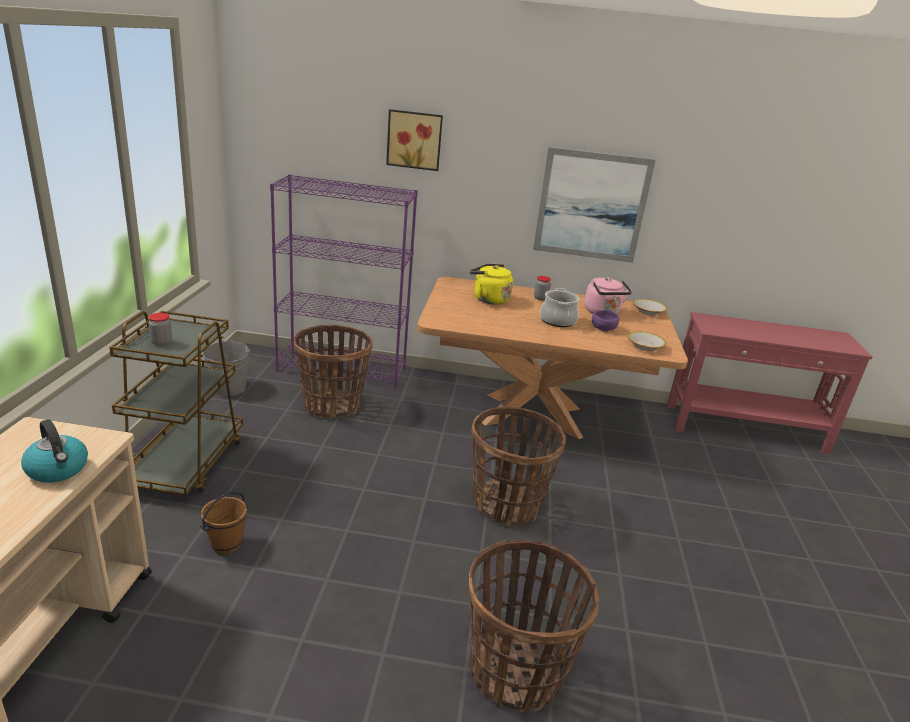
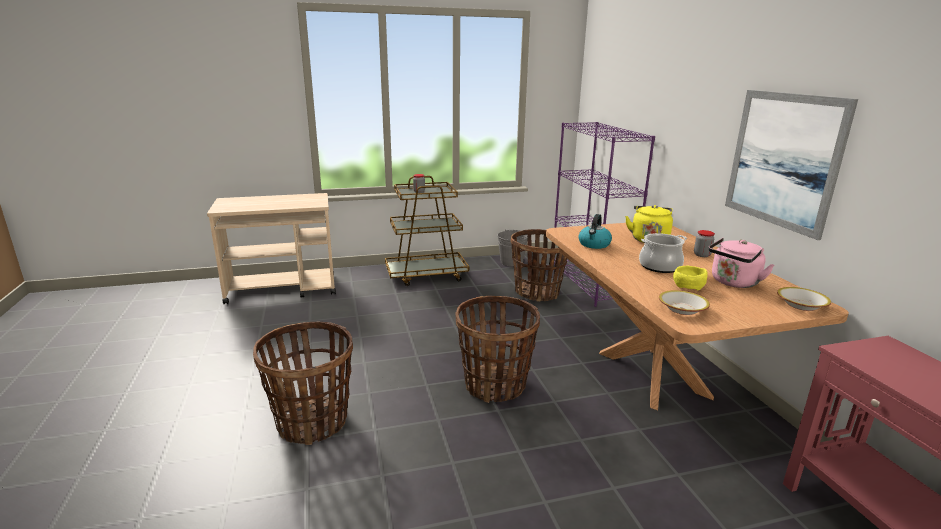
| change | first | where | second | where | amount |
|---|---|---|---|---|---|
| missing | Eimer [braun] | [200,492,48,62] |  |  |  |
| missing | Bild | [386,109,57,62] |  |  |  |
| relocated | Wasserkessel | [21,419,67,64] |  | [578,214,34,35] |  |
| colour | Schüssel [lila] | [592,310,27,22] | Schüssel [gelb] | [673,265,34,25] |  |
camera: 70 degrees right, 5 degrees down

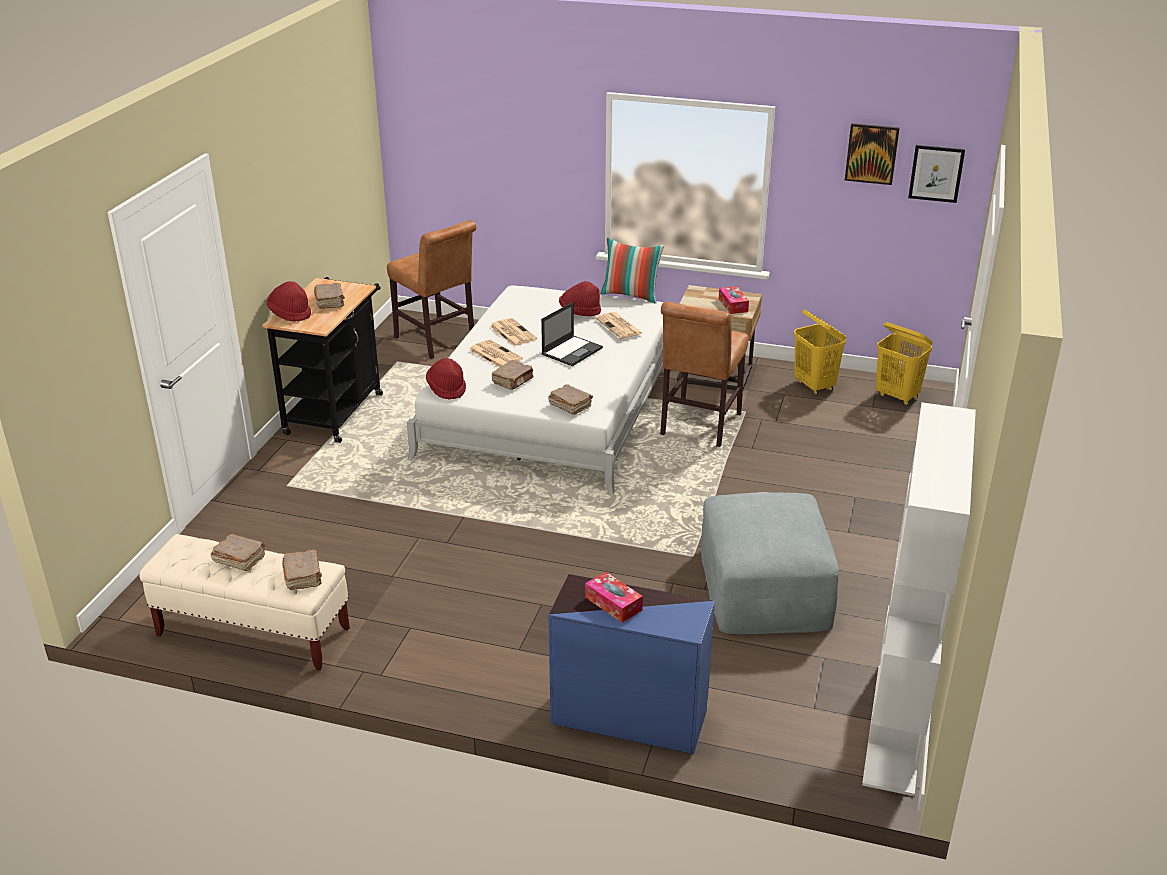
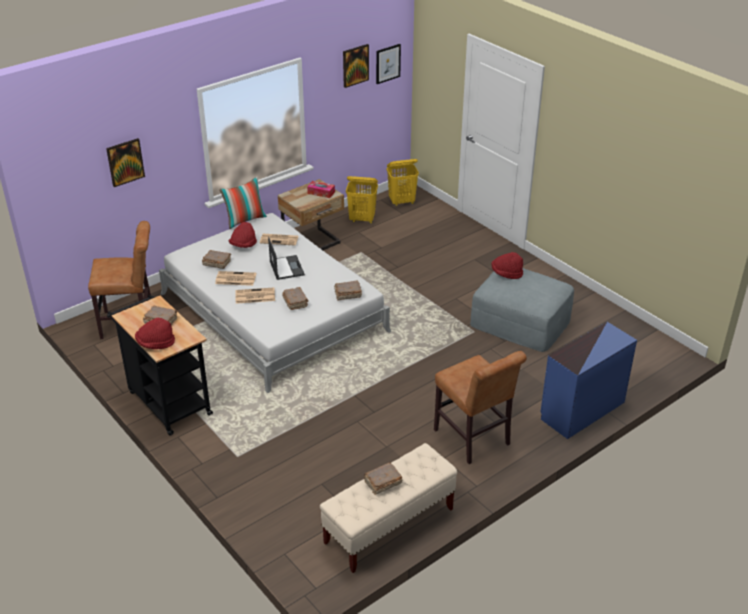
| change | first | where | second | where | amount |
|---|---|---|---|---|---|
| missing | Taschentuchbox | [585,572,58,51] |  |  |  |
| missing | Bücherregal [weiß] | [862,402,114,394] |  |  |  |
| appeared |  |  | Bild | [106,138,39,49] |  |
| relocated | Buch [braun] | [282,549,40,41] |  | [202,250,29,19] |  |
| relocated | Hut [rot] | [426,358,40,42] |  | [492,252,31,27] |  |
| relocated | Stuhl [braun] | [660,302,89,145] |  | [434,351,93,113] |  |
camera: 55 degrees left, 5 degrees up

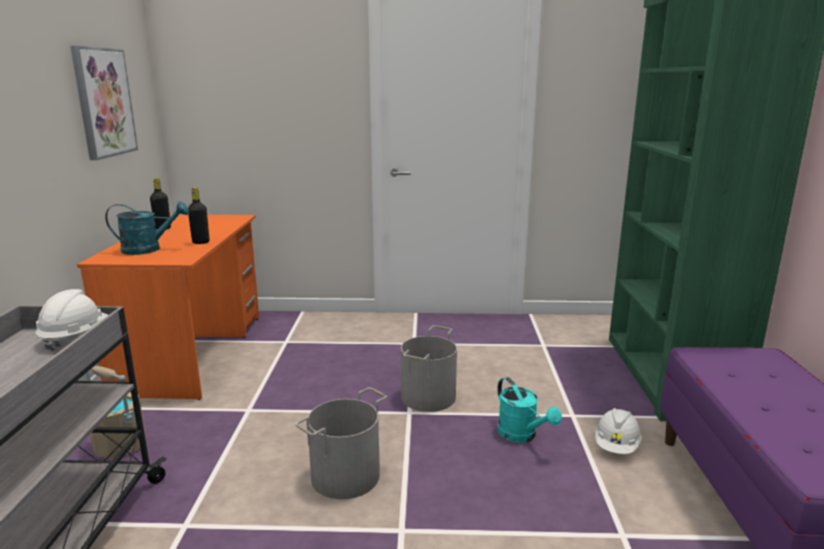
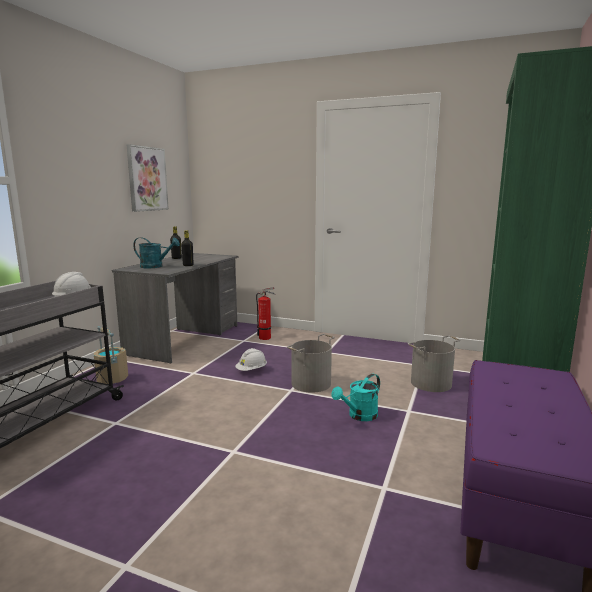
| change | first | where | second | where | amount |
|---|---|---|---|---|---|
| appeared |  |  | Feuerlöscher | [256,287,20,53] |  |
| relocated | Eimer [grau] | [295,387,92,112] |  | [408,335,53,57] |  |
| relocated | Schutzhelm [weiß] | [595,408,46,46] |  | [235,348,32,23] |  |
| colour | Schreibtisch [orange] | [77,214,182,186] | Schreibtisch [grau] | [112,253,126,111] |  |
| spun | Gießkanne [türkis] | [497,377,65,66] |  | [331,374,49,47] | 60 degrees clockwise |
camera: 20 degrees right, 5 degrees down

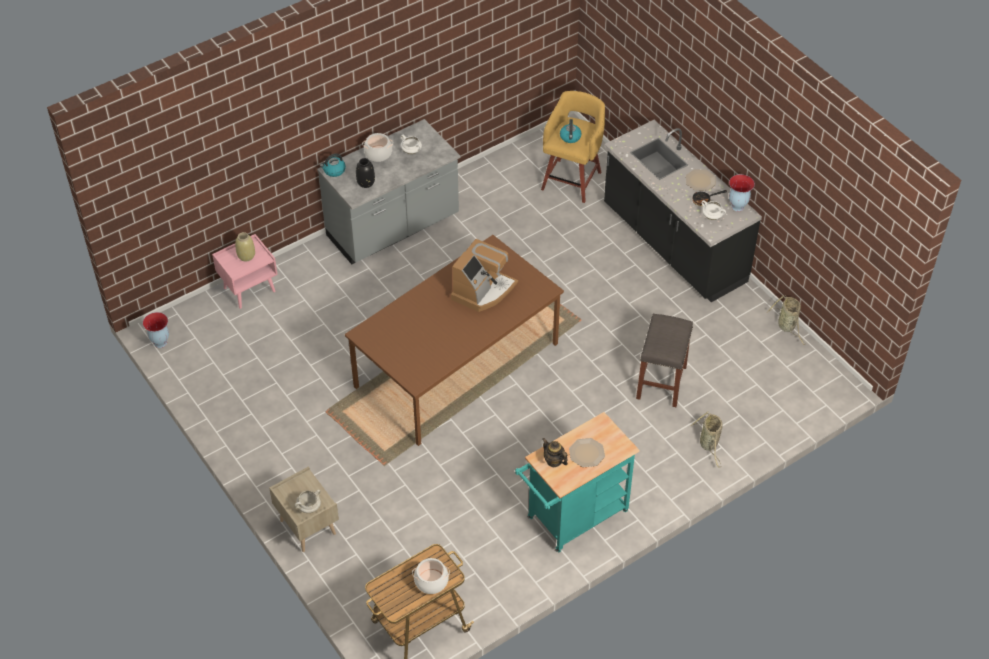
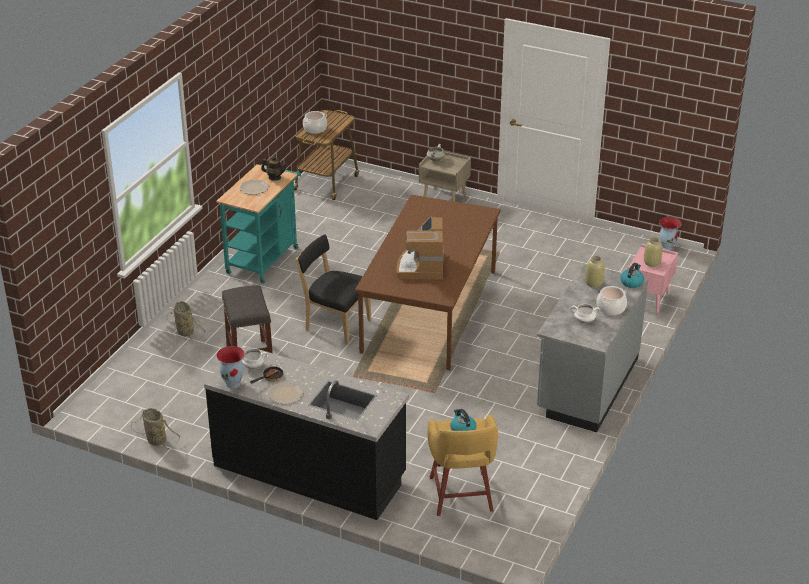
| change | first | where | second | where | amount |
|---|---|---|---|---|---|
| appeared |  |  | Stuhl [schwarz] | [296,234,75,111] |  |
| colour | Vase [schwarz] | [356,158,19,30] | Vase [beige] | [585,256,20,32] |  |
camera: 150 degrees right, 15 degrees down

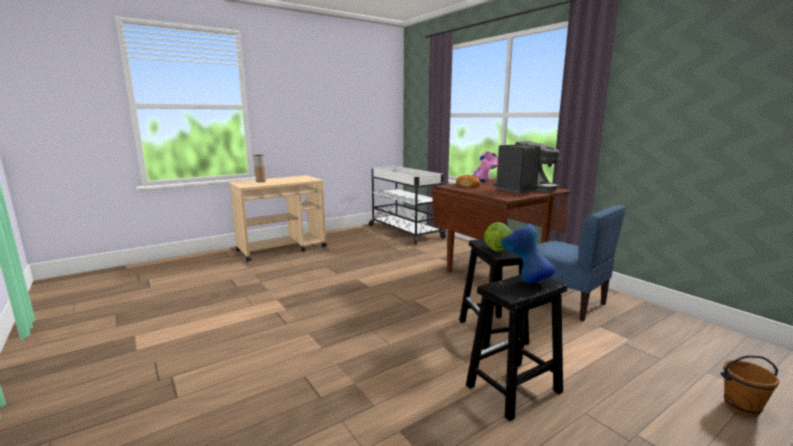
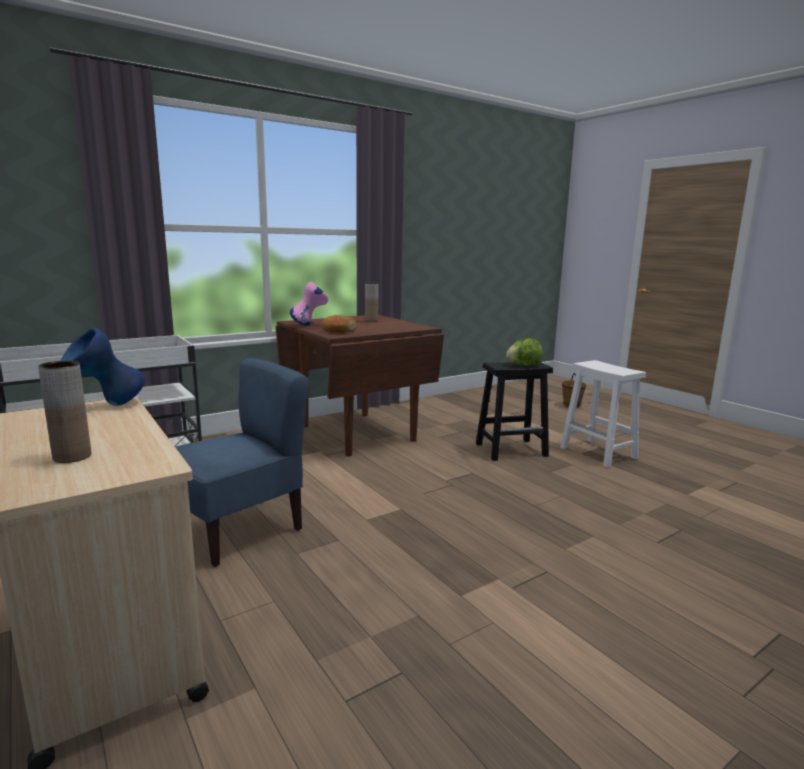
| change | first | where | second | where | amount |
|---|---|---|---|---|---|
| relocated | Vase [blau] | [501,224,54,59] |  | [61,328,84,78] |  |
| relocated | Stuhl [blau] | [537,205,89,116] |  | [175,358,133,209] |  |
| exchanged | Kaffeemaschine | [493,141,68,52] | Vase [braun] | [365,283,14,39] |  |
| colour | Hocker [schwarz] | [466,274,101,147] | Hocker [weiß] | [560,360,86,108] |  |
camera: 90 degrees left, 0 degrees up

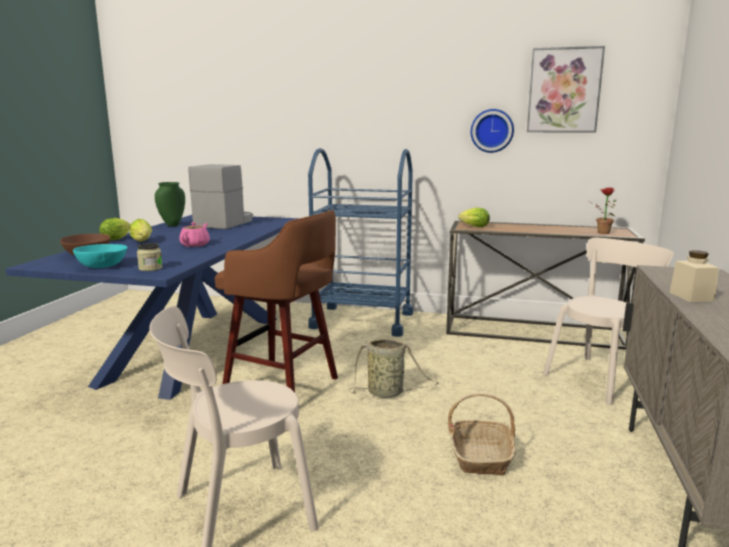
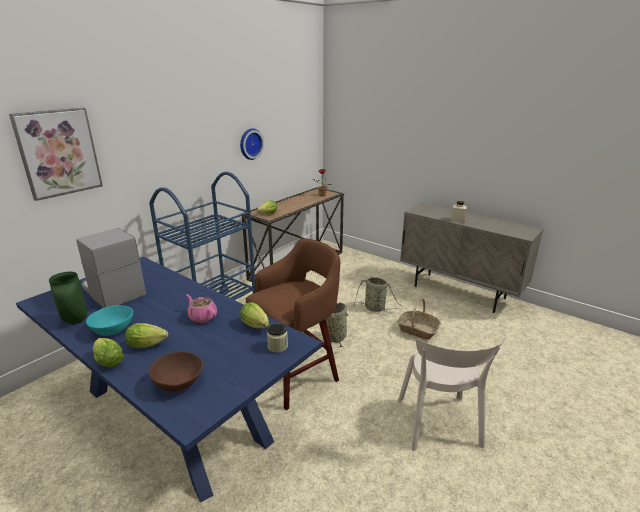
| change | first | where | second | where | amount |
|---|---|---|---|---|---|
| missing | Stuhl [beige] | [543,238,131,167] |  |  |  |
| appeared |  |  | Salatkopf | [240,302,29,26] |  |
| appeared |  |  | Korb | [353,277,54,35] |  |
| relocated | Schüssel [türkis] | [73,244,54,24] |  | [86,305,47,31] |  |
| relocated | Bild | [527,46,78,87] |  | [9,108,94,93] |  |
camera: 65 degrees left, 10 degrees up

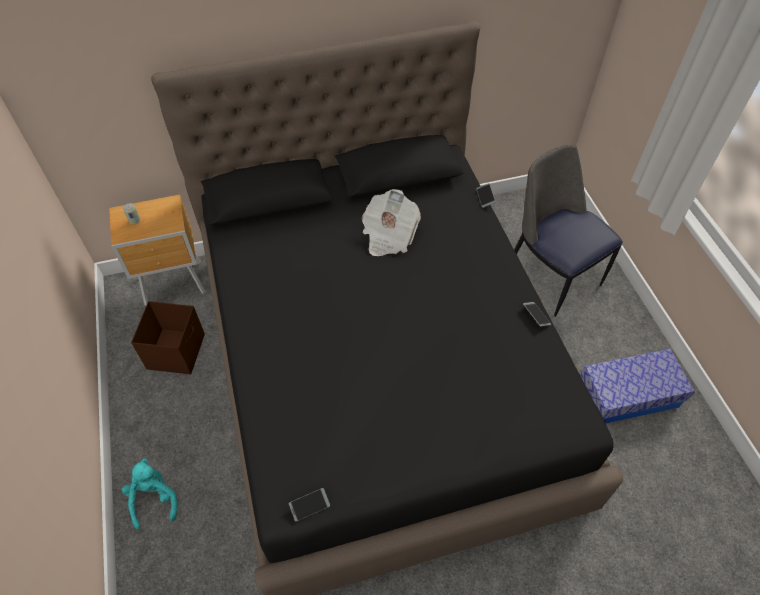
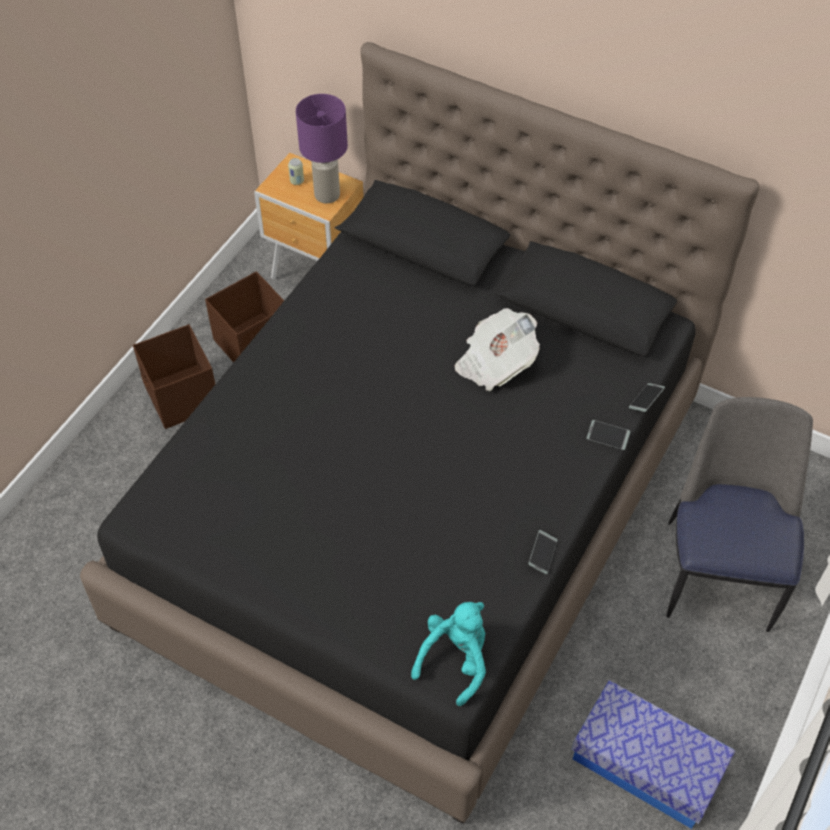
| change | first | where | second | where | amount |
|---|---|---|---|---|---|
| appeared |  |  | Aufbewahrungsbox [braun] | [133,324,82,105] |  |
| appeared |  |  | Tischlampe [lila] | [296,94,52,109] |  |
| relocated | Plüschtier [türkis] | [122,458,55,71] |  | [411,602,75,104] |  |
| relocated | Handy | [289,488,41,33] |  | [587,420,43,30] |  |
camera: 45 degrees right, 0 degrees up

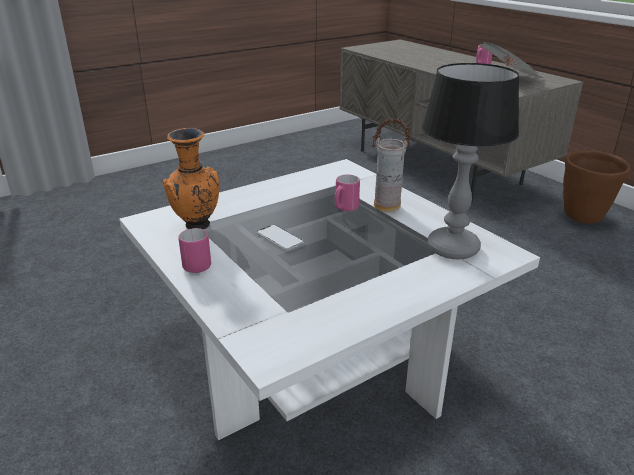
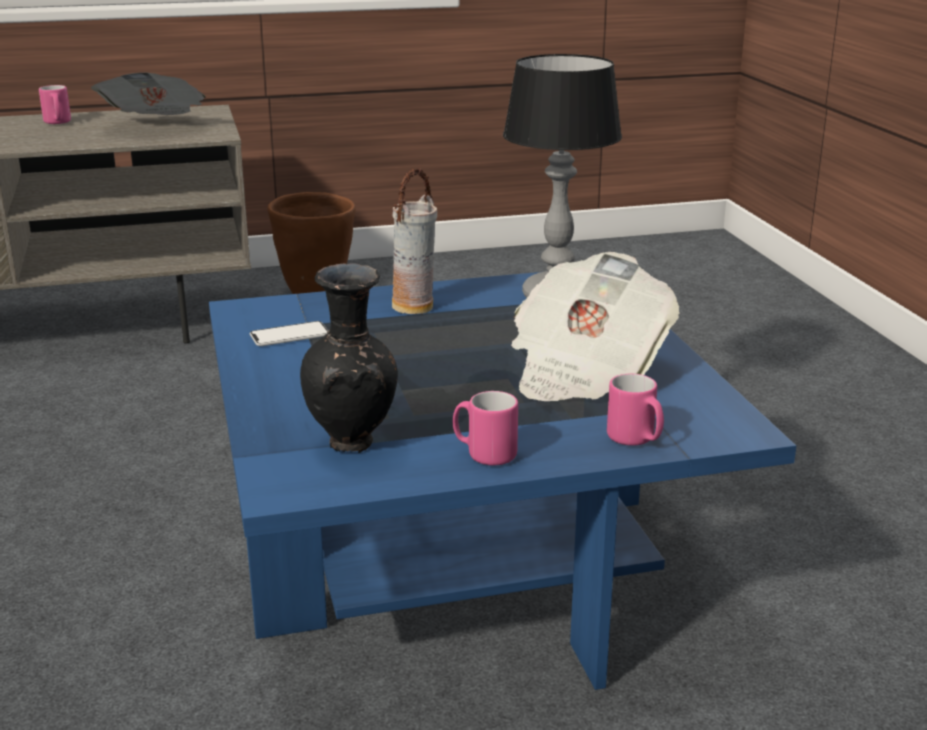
| change | first | where | second | where | amount |
|---|---|---|---|---|---|
| appeared |  |  | Zeitung | [511,252,169,149] |  |
| relocated | Handy | [256,224,49,27] |  | [250,321,78,25] |  |
| relocated | Henkelbecher [rosa] | [334,175,26,36] |  | [607,374,57,72] |  |
| colour | Couchtisch [weiß] | [119,159,421,281] | Couchtisch [blau] | [209,272,587,418] |  |
| colour | Vase [orange] | [162,128,57,101] | Vase [schwarz] | [300,263,98,190] |  |
camera: 70 degrees left, 5 degrees down

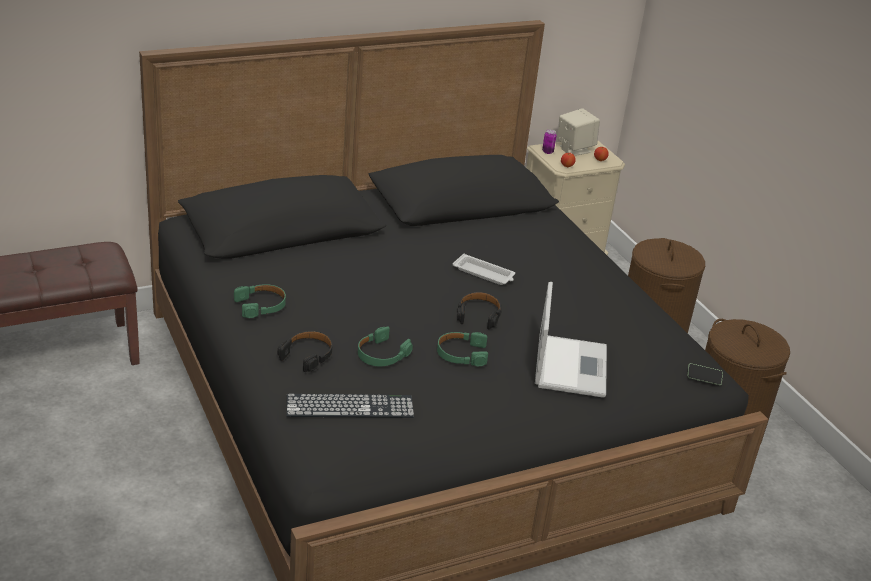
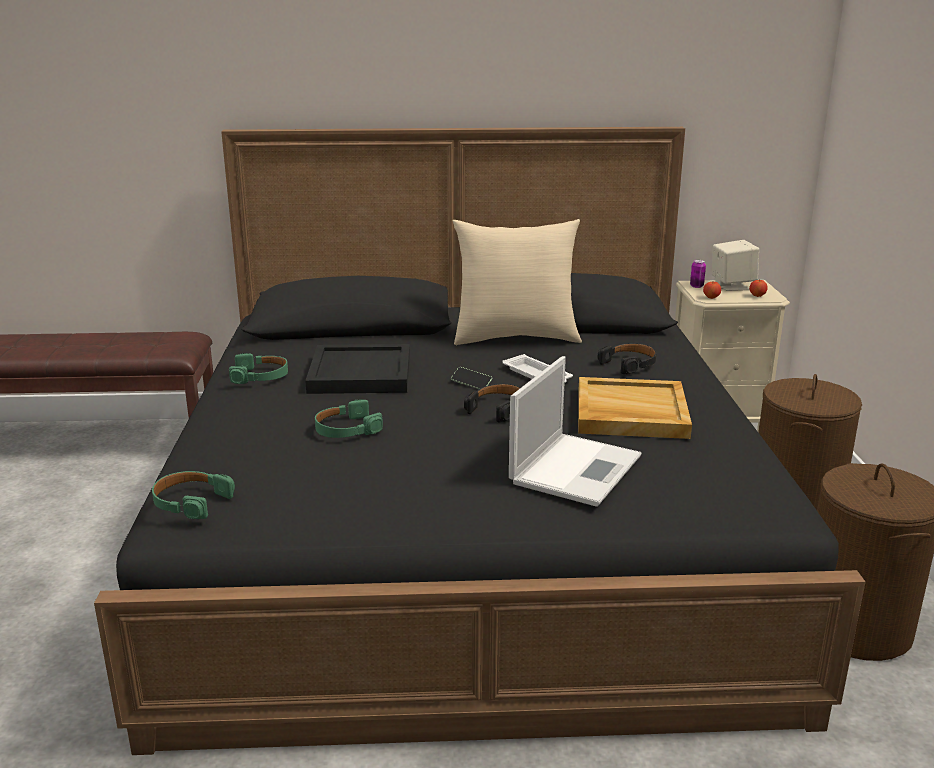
| change | first | where | second | where | amount |
|---|---|---|---|---|---|
| missing | Tastatur | [286,394,128,24] |  |  |  |
| appeared |  |  | Tablett [schwarz] | [305,344,105,50] |  |
| appeared |  |  | Kissen [beige] | [452,219,130,126] |  |
| appeared |  |  | Tablett [beige] | [578,377,114,62] |  |
| relocated | Kopfhörer [schwarz] | [277,331,55,41] |  | [598,343,58,31] |  |
| relocated | Kopfhörer [grün] | [437,332,51,35] |  | [152,471,83,48] |  |
| relocated | Handy | [688,363,35,22] |  | [451,367,41,22] |  |
camera: 25 degrees right, 10 degrees down

